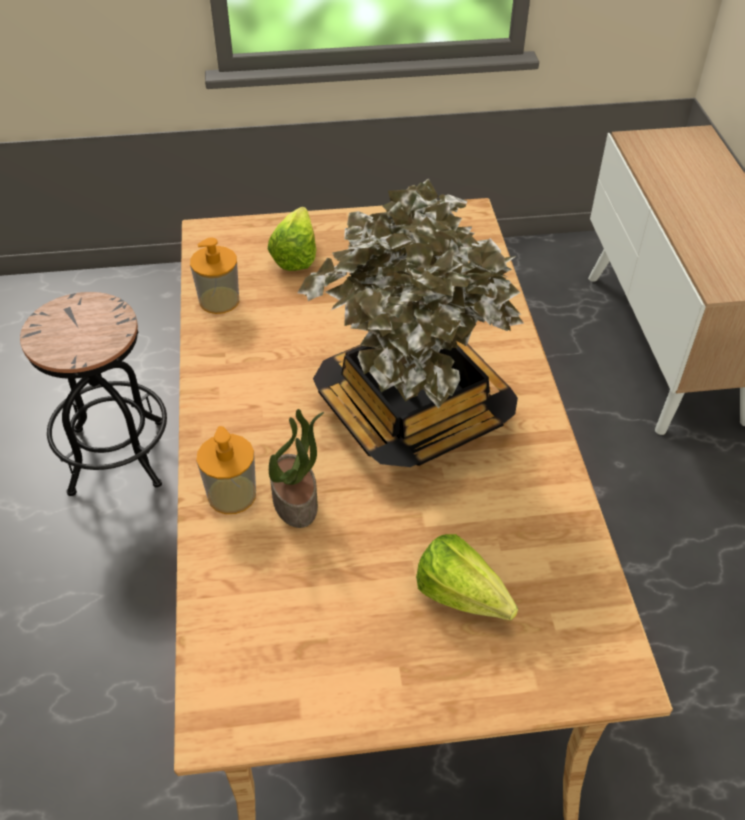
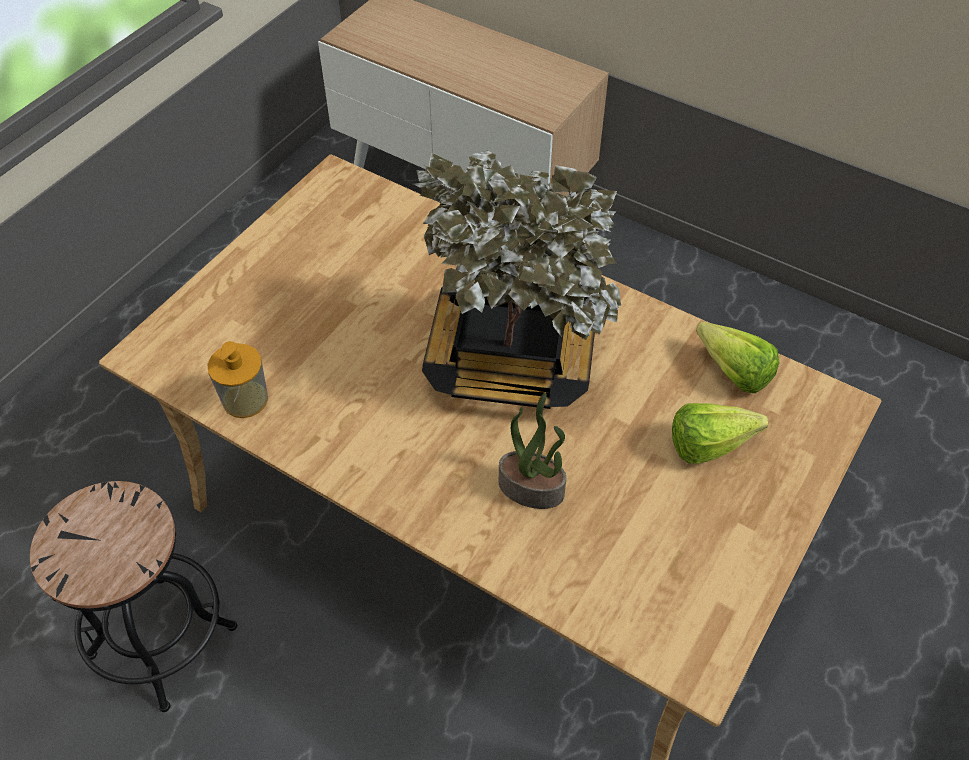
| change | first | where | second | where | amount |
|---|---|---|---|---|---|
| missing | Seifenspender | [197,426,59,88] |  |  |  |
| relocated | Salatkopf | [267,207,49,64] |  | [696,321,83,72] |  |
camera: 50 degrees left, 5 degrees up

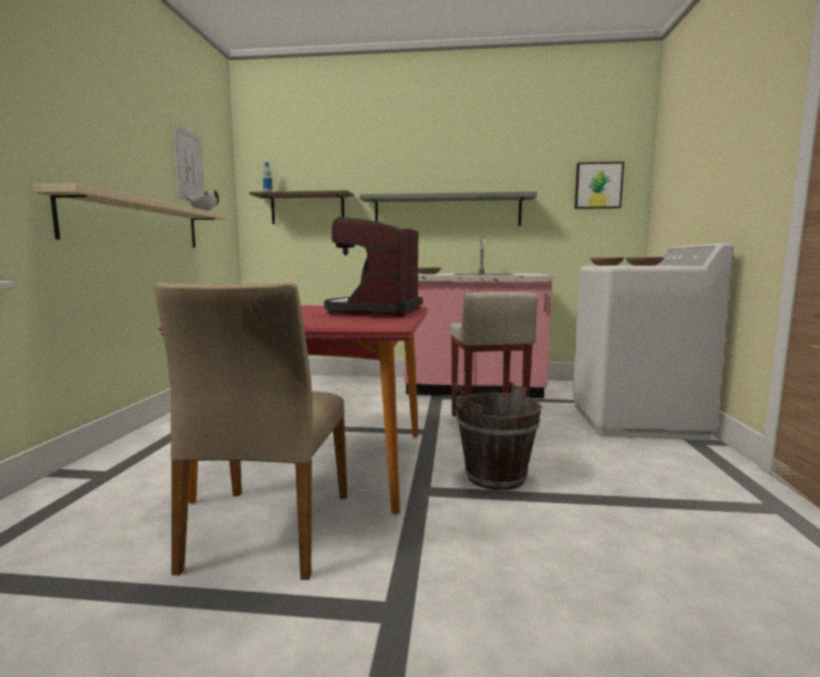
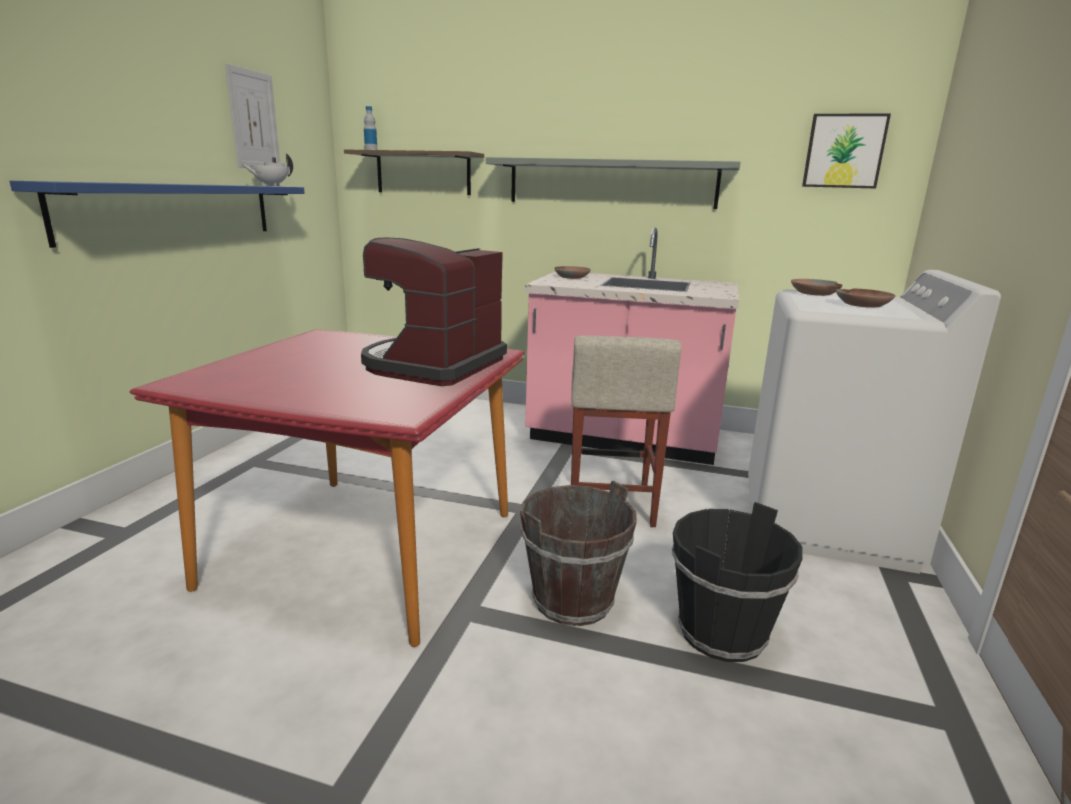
| change | first | where | second | where | amount |
|---|---|---|---|---|---|
| missing | Stuhl [beige] | [154,282,193,298] |  |  |  |
| appeared |  |  | Eimer [schwarz] | [672,502,131,160] |  |
| colour | Wandregal [beige] | [33,184,193,64] | Wandregal [blau] | [10,181,295,67] |  |
camera: 10 degrees right, 10 degrees up

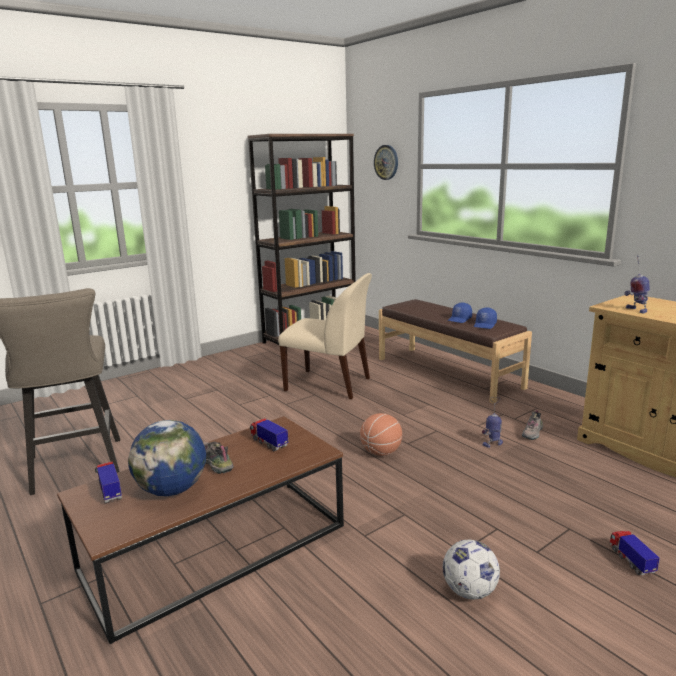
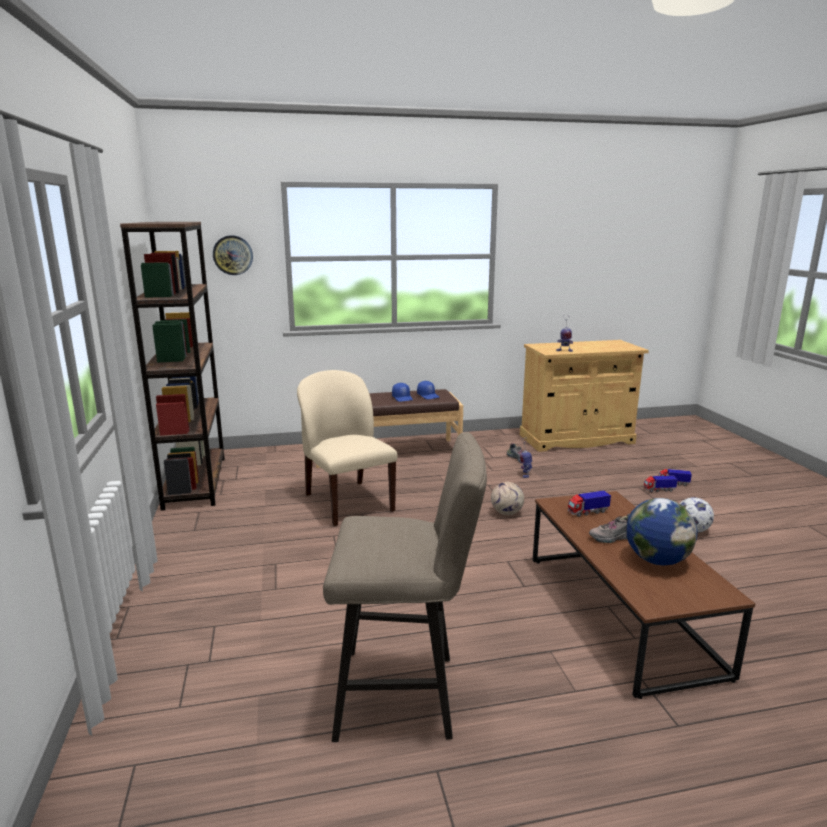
| change | first | where | second | where | amount |
|---|---|---|---|---|---|
| relocated | Spielzeuglaster | [95,462,27,41] |  | [644,476,34,16] |  |
| exchanged | Basketball | [360,413,42,43] | Fußball | [491,482,33,33] |  |
| spun | Stuhl [beige] | [278,273,94,126] |  | [297,370,100,156] | 75 degrees counterclockwise |
camera: 65 degrees left, 0 degrees up

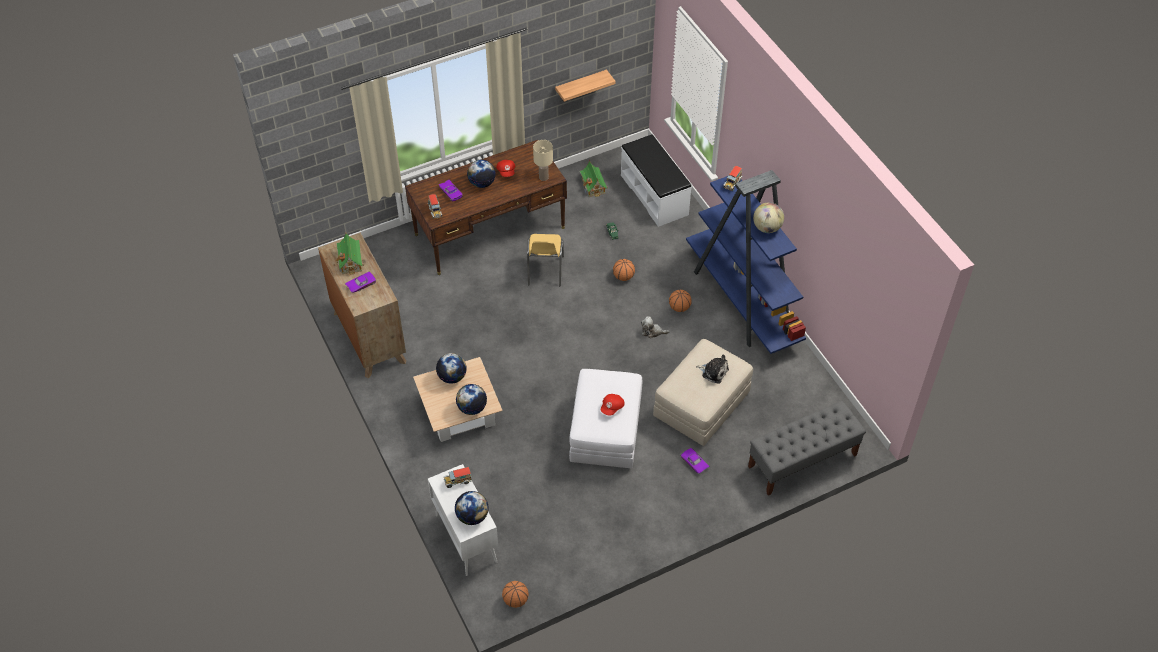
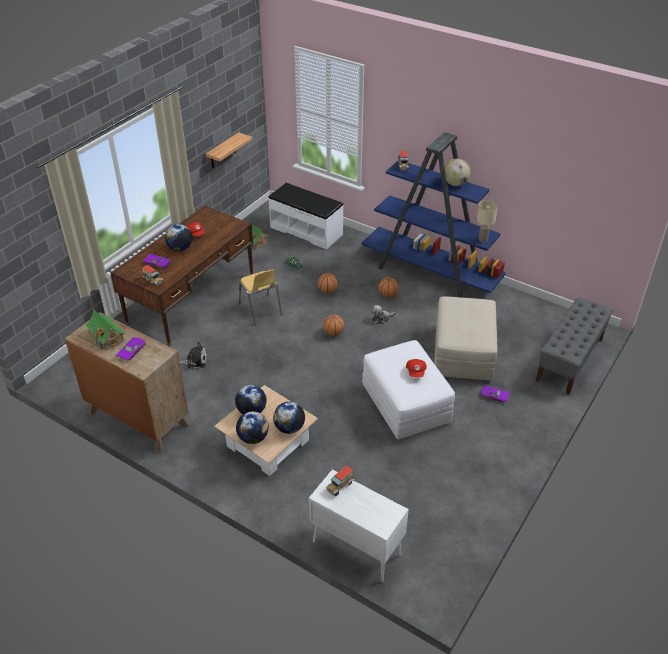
| change | first | where | second | where | amount |
|---|---|---|---|---|---|
| relocated | Globus | [455,491,34,34] |  | [236,411,33,33] |  |
| relocated | Basketball | [502,581,27,27] |  | [323,315,21,21] |  |
| relocated | Tischlampe [beige] | [533,140,20,41] |  | [477,200,21,42] |  |
| relocated | Plüschtier | [696,354,33,30] |  | [180,342,28,27] |  |
camera: 30 degrees left, 10 degrees down

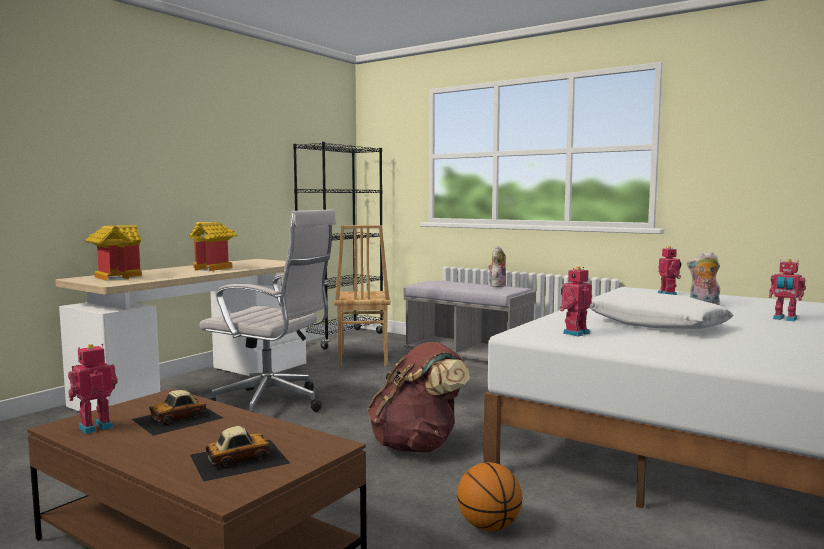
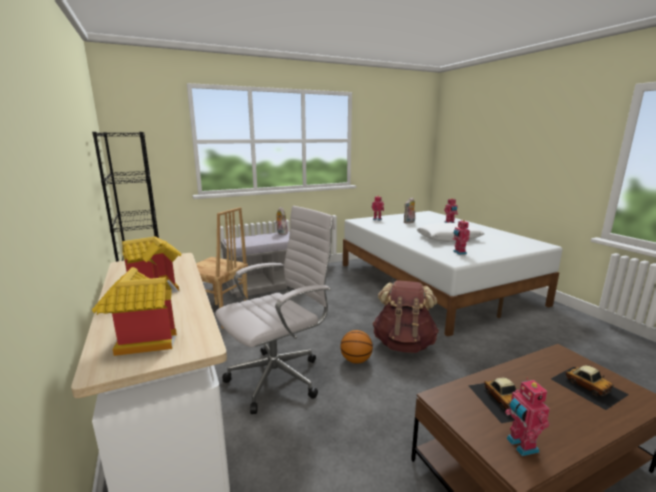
| change | first | where | second | where | amount |
|---|---|---|---|---|---|
| relocated | Basketball | [457,462,65,69] |  | [340,330,33,34] |  |
| spun | Spielzeugauto | [190,426,100,56] |  | [551,365,78,45] | 150 degrees clockwise |
camera: 60 degrees left, 10 degrees up

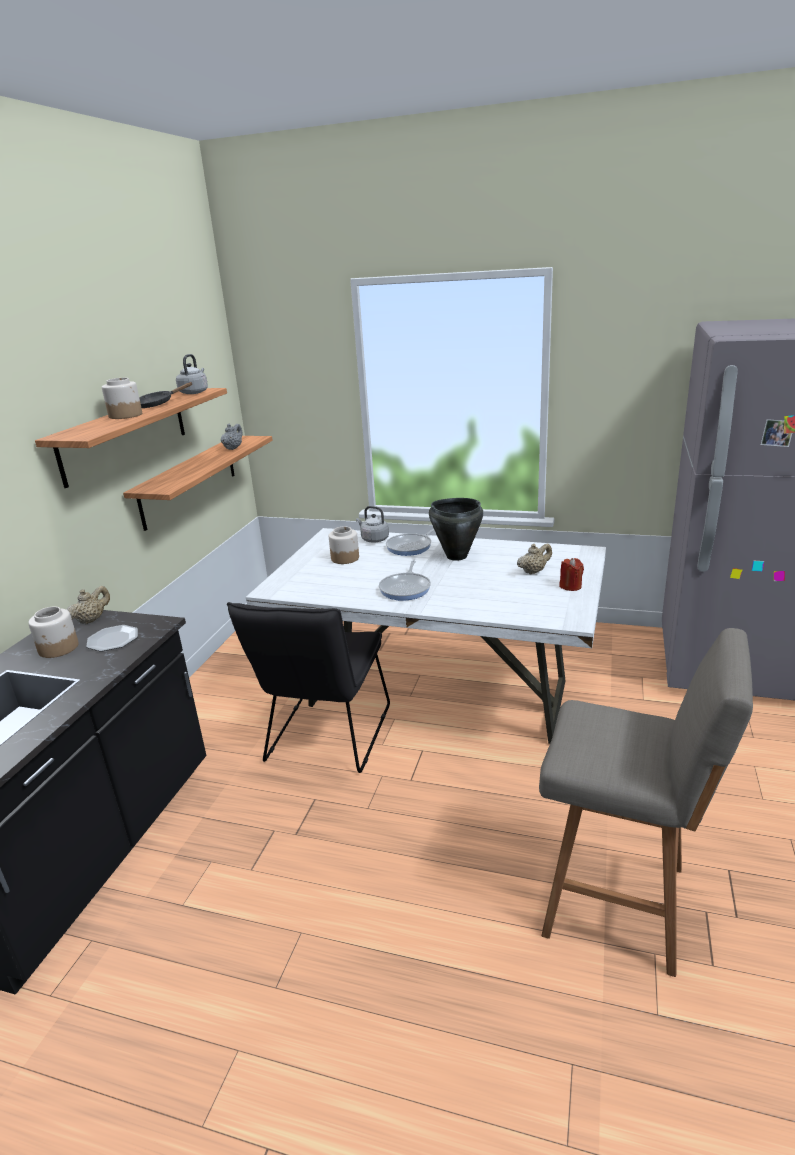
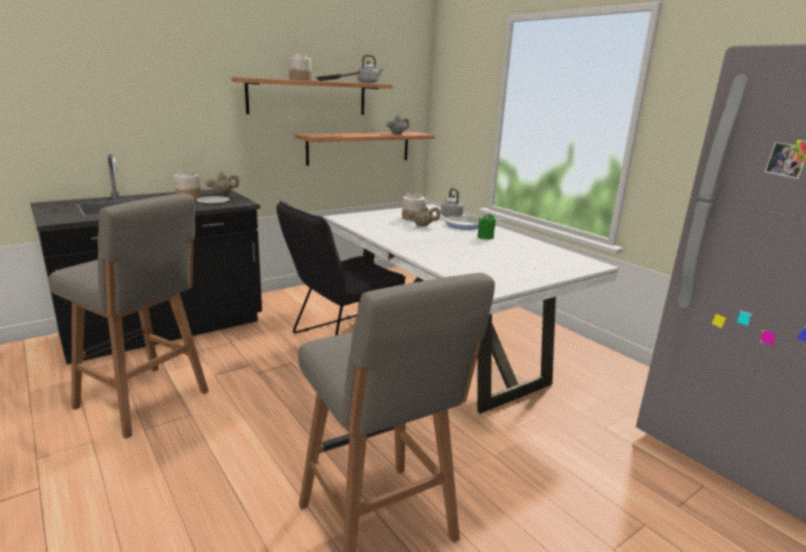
| change | first | where | second | where | amount |
|---|---|---|---|---|---|
| missing | Pfanne | [379,560,52,41] |  |  |  |
| missing | Kerze [rot] | [559,558,25,33] |  |  |  |
| appeared |  |  | Hocker [grau] | [48,193,161,246] |  |
| relocated | Teekanne [beige] | [517,543,35,32] |  | [408,203,32,23] |  |
| exchanged | Kochtopf [schwarz] | [429,498,54,63] | Kerze [grün] | [477,214,19,26] |  |
camera: 35 degrees right, 5 degrees down

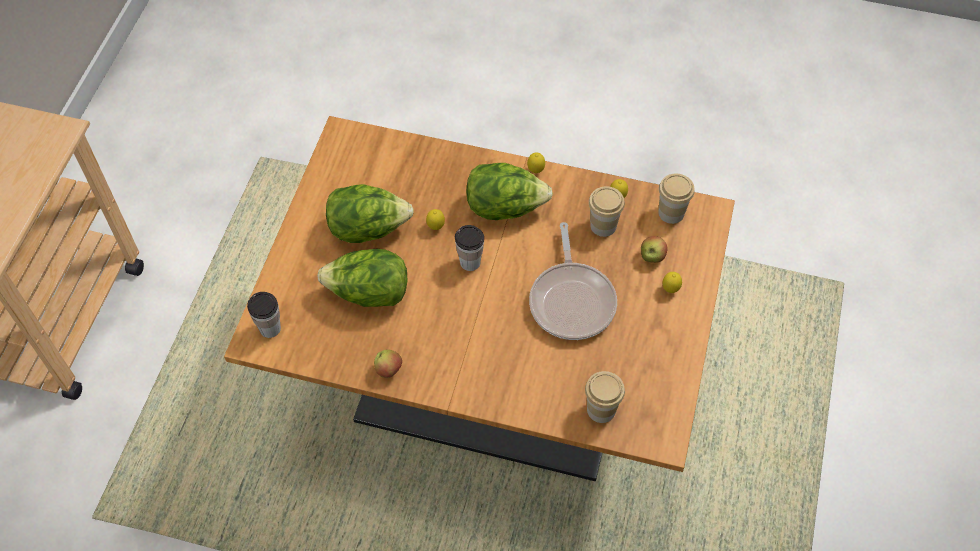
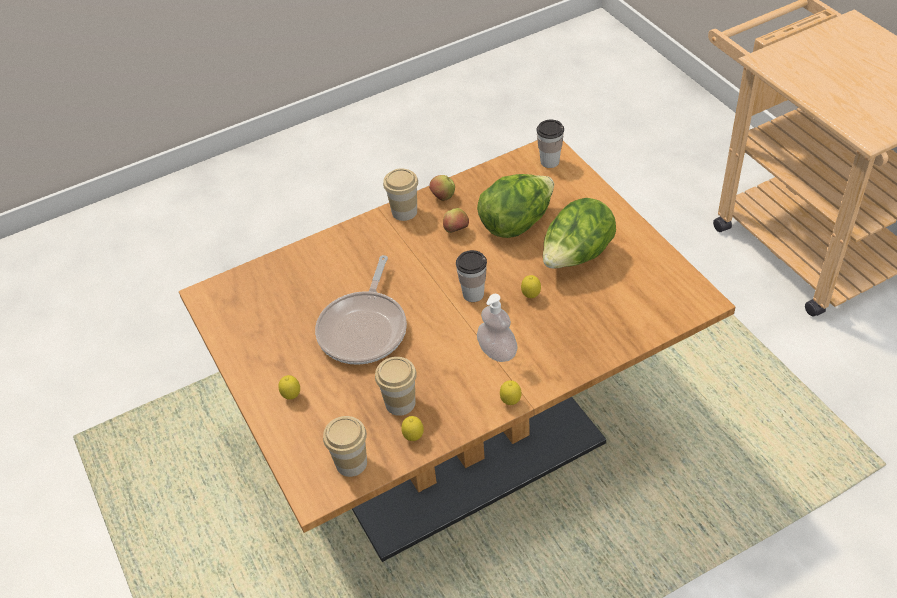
| change | first | where | second | where | amount |
|---|---|---|---|---|---|
| relocated | Tasse | [585,371,40,52] |  | [383,168,35,53] |  |
| relocated | Apfel | [641,236,27,27] |  | [443,208,26,25] |  |
| exchanged | Salatkopf | [466,163,87,57] | Seifenspender | [477,294,41,68] |  |
| spun | Pfanne | [529,222,88,118] |  | [315,255,92,110] | 120 degrees counterclockwise |
camera: 140 degrees right, 10 degrees down

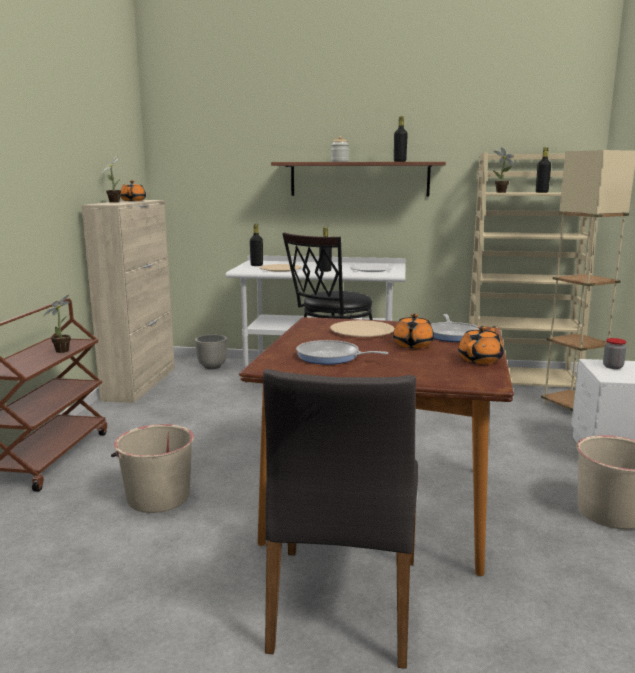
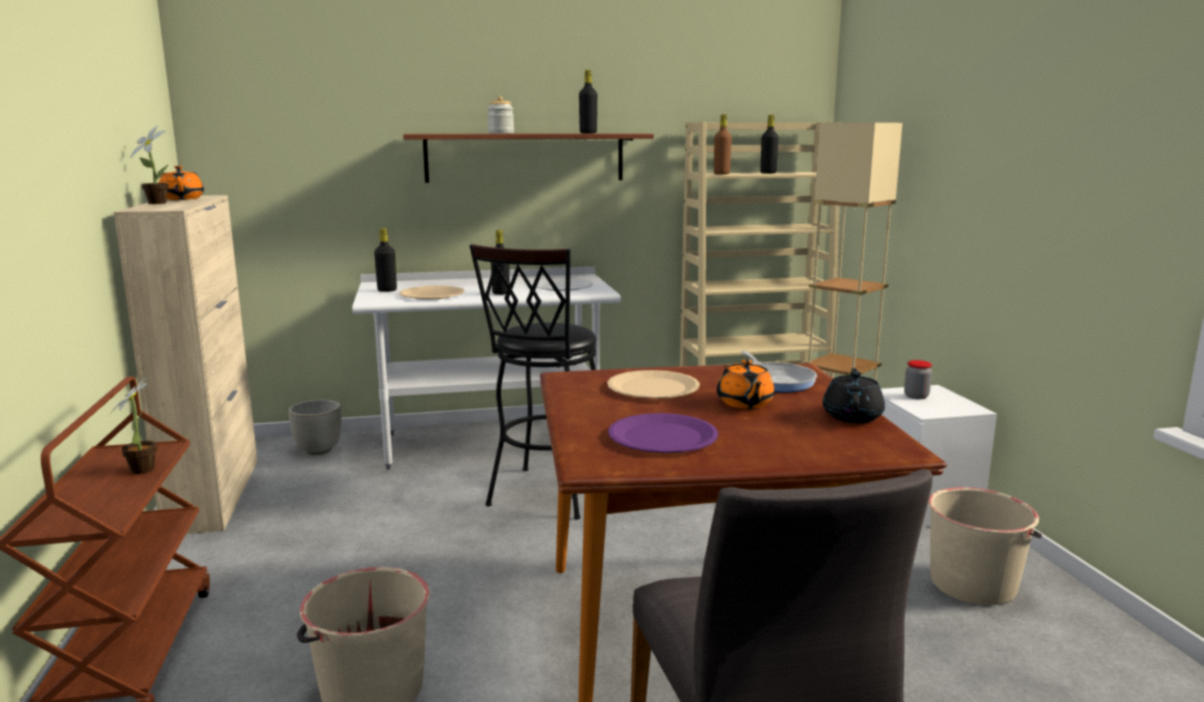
| change | first | where | second | where | amount |
|---|---|---|---|---|---|
| exchanged | Pfanne | [296,340,93,25] | Teller [lila] | [608,413,110,40] |  |
| exchanged | Topfpflanze | [493,147,21,46] | Flasche [braun] | [714,114,18,61] |  |
| colour | Teekanne [orange] | [458,326,46,38] | Teekanne [schwarz] | [823,368,62,55] |  |
camera: 20 degrees left, 0 degrees up

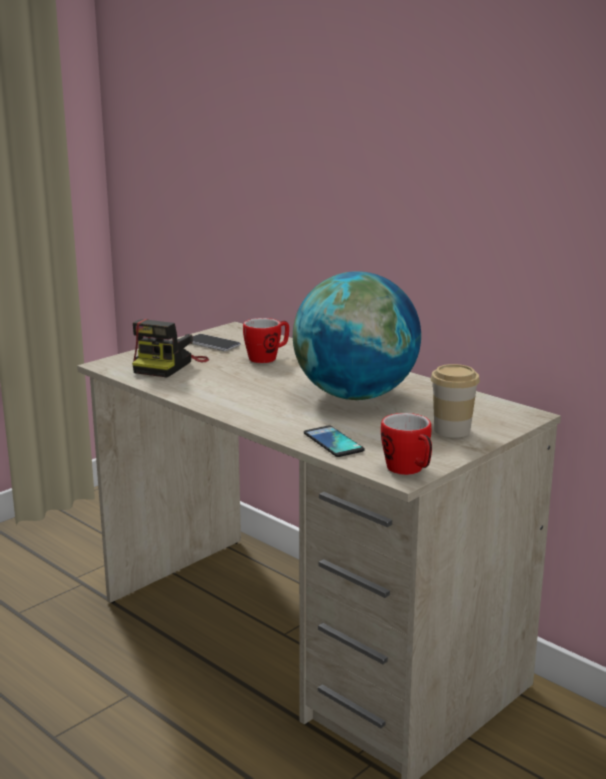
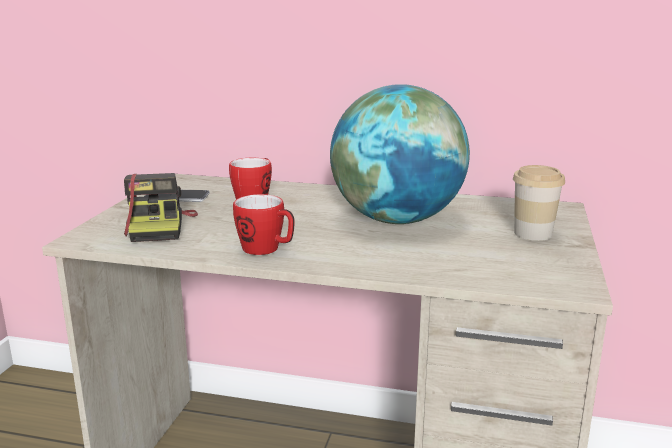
| change | first | where | second | where | amount |
|---|---|---|---|---|---|
| missing | Handy | [304,426,61,31] |  |  |  |
| relocated | Henkelbecher | [381,413,51,62] |  | [233,194,62,61] |  |
camera: 30 degrees left, 0 degrees up

